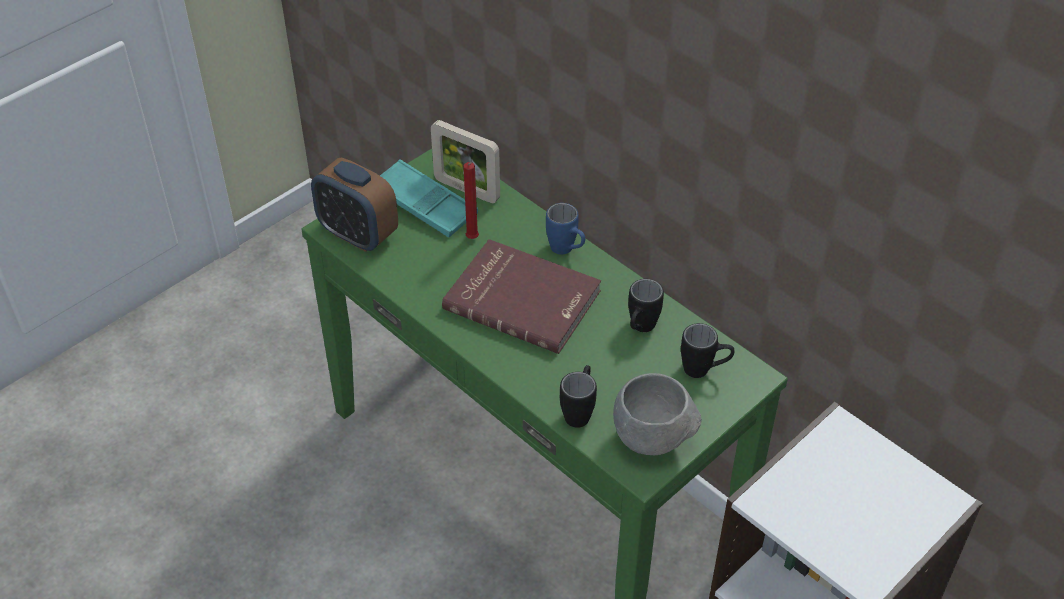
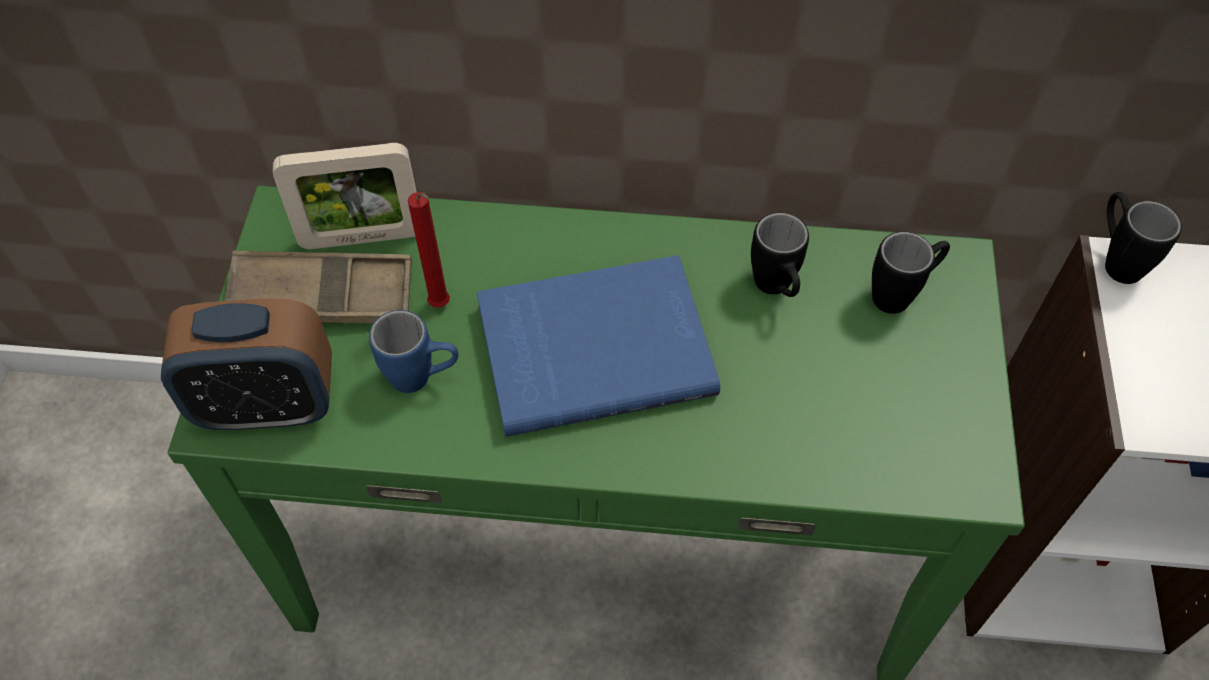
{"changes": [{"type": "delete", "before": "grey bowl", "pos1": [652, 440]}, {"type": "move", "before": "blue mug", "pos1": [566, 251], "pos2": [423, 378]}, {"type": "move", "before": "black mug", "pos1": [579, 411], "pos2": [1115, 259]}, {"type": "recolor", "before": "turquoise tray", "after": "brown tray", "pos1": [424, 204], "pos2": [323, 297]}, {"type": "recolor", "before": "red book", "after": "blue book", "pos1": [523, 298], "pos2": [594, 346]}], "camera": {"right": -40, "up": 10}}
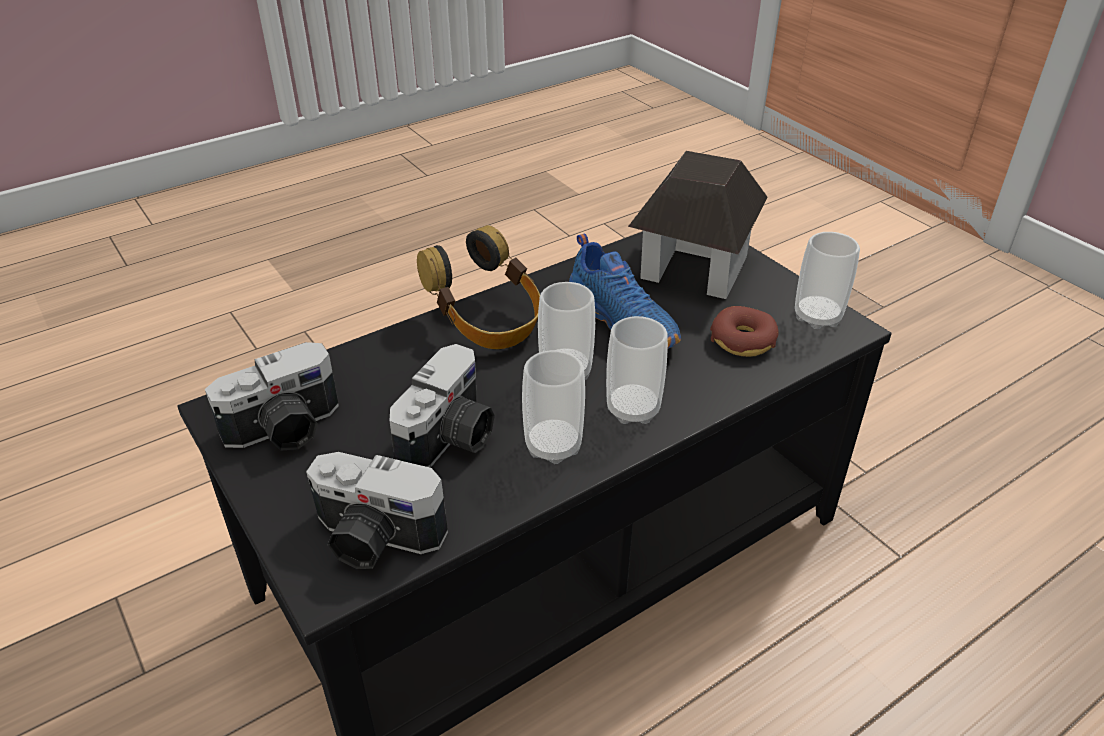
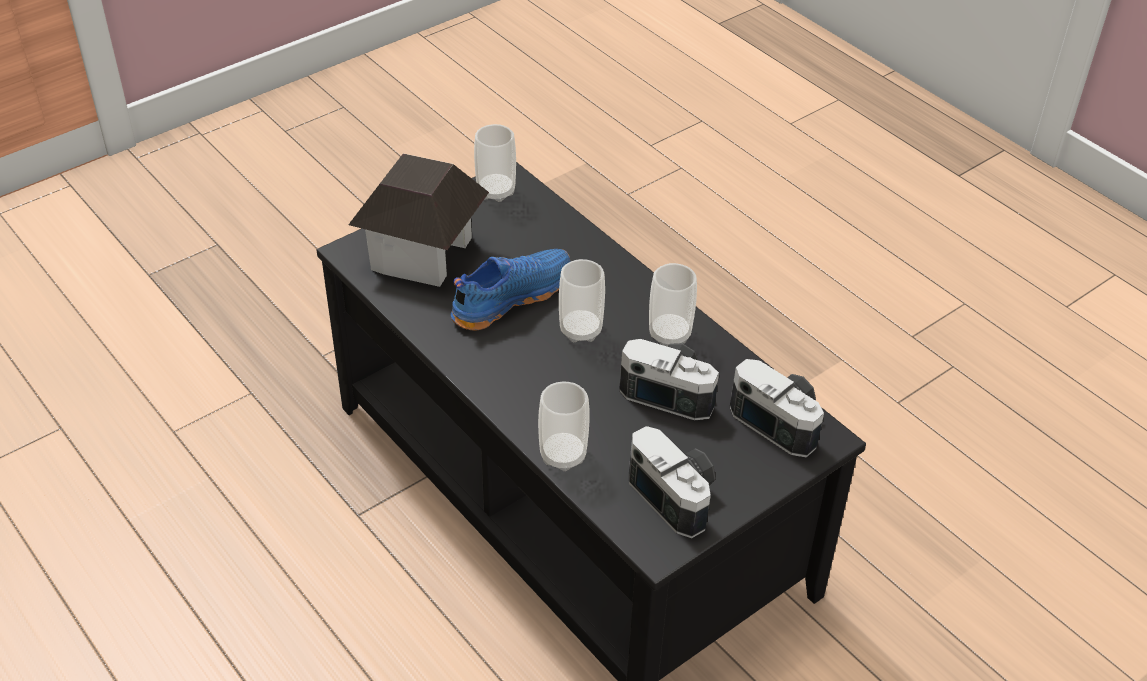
{"changes": [{"type": "delete", "before": "headphones", "pos1": [486, 322]}, {"type": "delete", "before": "donut", "pos1": [743, 340]}, {"type": "move", "before": "cup", "pos1": [633, 409], "pos2": [563, 455]}, {"type": "rotate", "before": "photo camera", "pos1": [374, 539], "pos2": [780, 420], "turn": -60}], "camera": {"right": -95, "up": 5}}
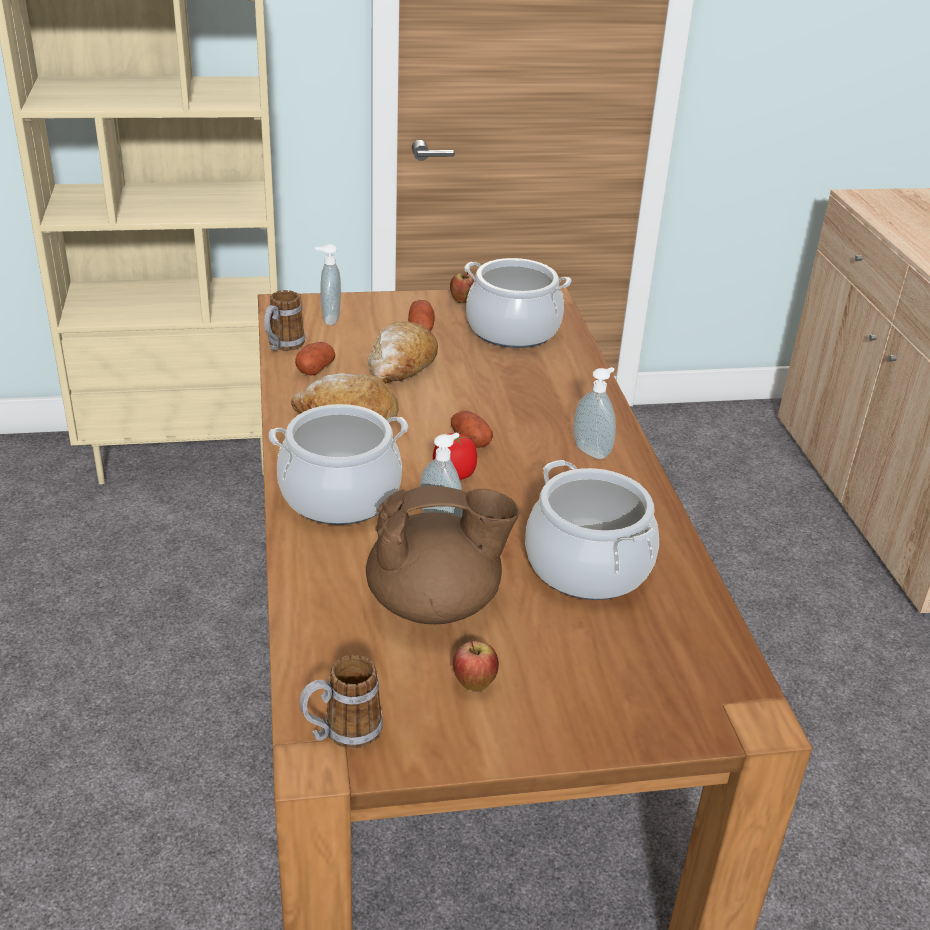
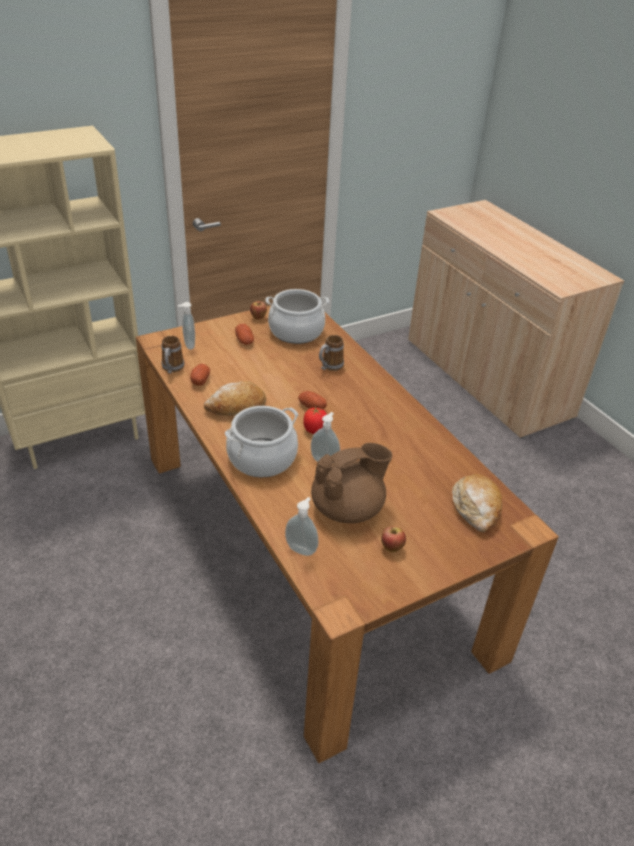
{"changes": [{"type": "delete", "before": "cooking pot", "pos1": [587, 566]}, {"type": "move", "before": "mug", "pos1": [342, 733], "pos2": [329, 367]}, {"type": "move", "before": "bread", "pos1": [401, 365], "pos2": [476, 508]}, {"type": "move", "before": "soap dispenser", "pos1": [592, 451], "pos2": [301, 549]}], "camera": {"right": -20, "up": 5}}
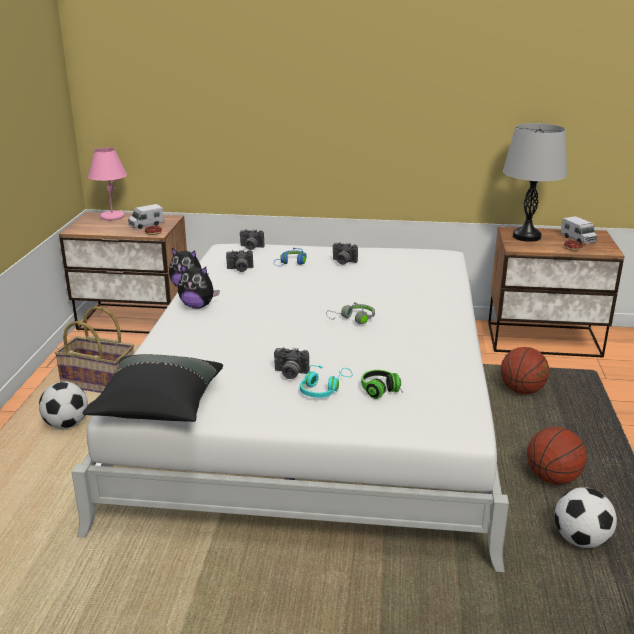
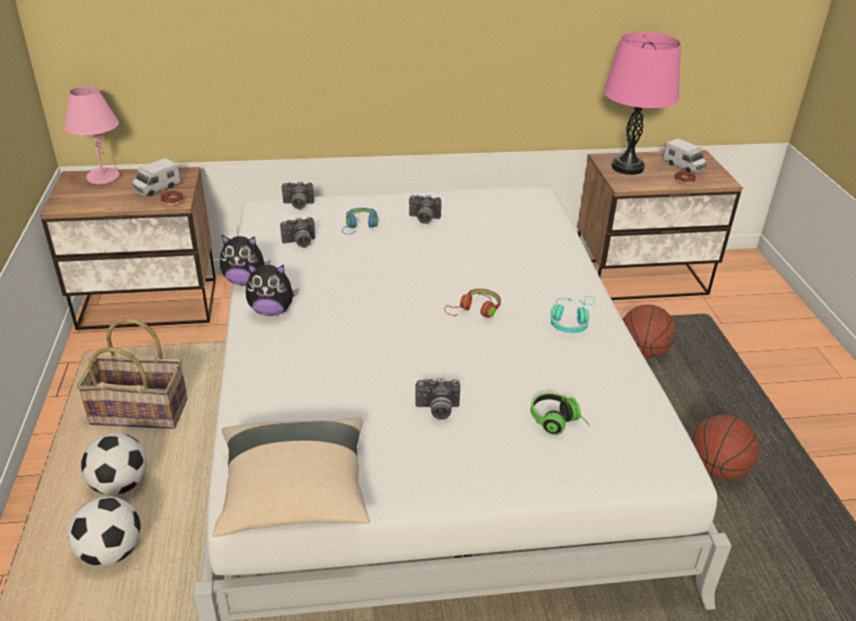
{"changes": [{"type": "move", "before": "turquoise headphones", "pos1": [323, 389], "pos2": [571, 321]}, {"type": "move", "before": "football", "pos1": [580, 540], "pos2": [111, 552]}, {"type": "recolor", "before": "black pillow", "after": "beige pillow", "pos1": [158, 408], "pos2": [294, 494]}, {"type": "recolor", "before": "grey headphones", "after": "red headphones", "pos1": [353, 319], "pos2": [475, 310]}, {"type": "recolor", "before": "grey table lamp", "after": "pink table lamp", "pos1": [526, 237], "pos2": [627, 167]}], "camera": {"right": -15, "up": 10}}
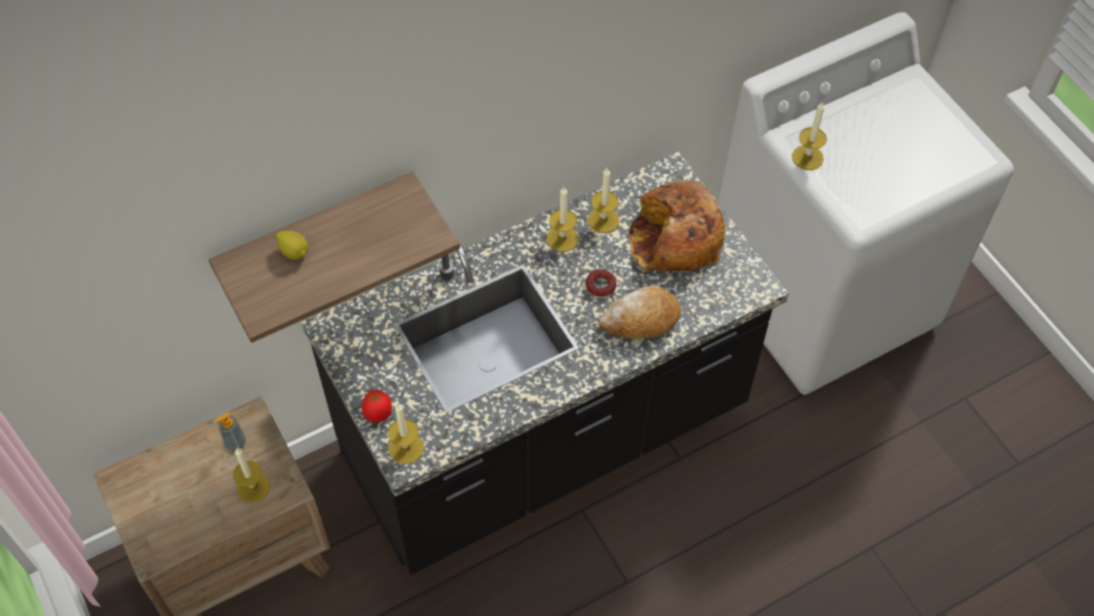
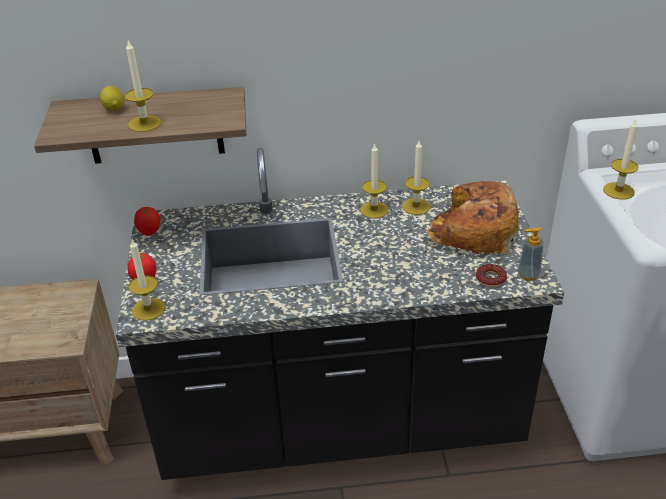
{"changes": [{"type": "delete", "before": "bread", "pos1": [640, 320]}, {"type": "insert", "after": "tomato", "pos2": [149, 233]}, {"type": "move", "before": "soap dispenser", "pos1": [235, 443], "pos2": [528, 275]}, {"type": "move", "before": "candle", "pos1": [253, 487], "pos2": [144, 123]}, {"type": "move", "before": "donut", "pos1": [600, 286], "pos2": [490, 279]}], "camera": {"right": 25, "up": -20}}
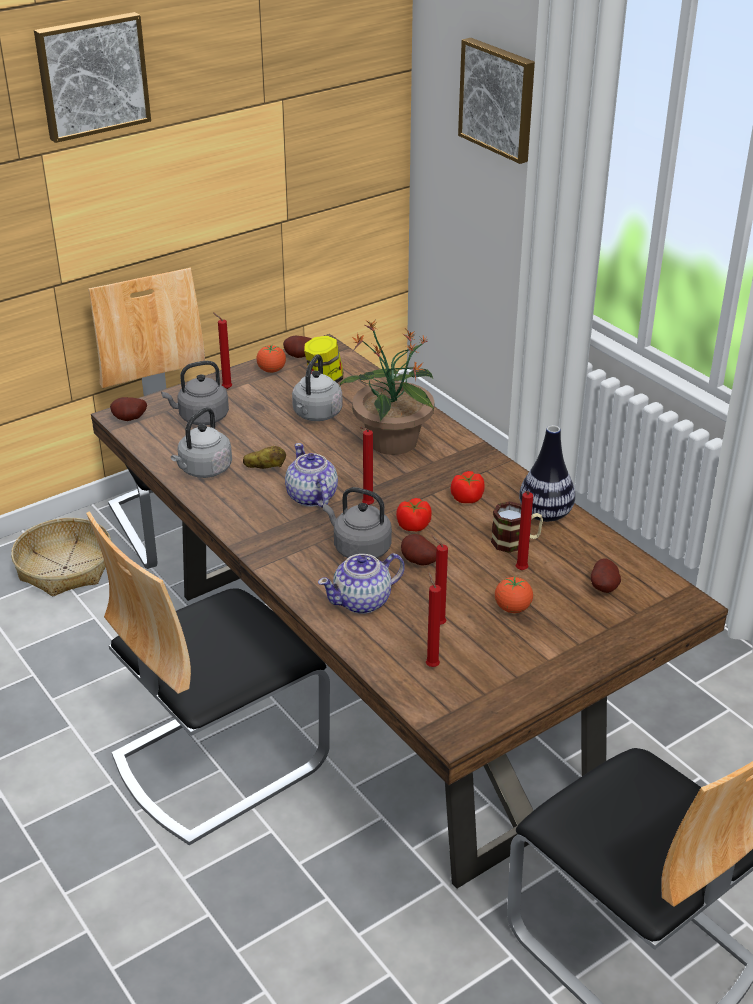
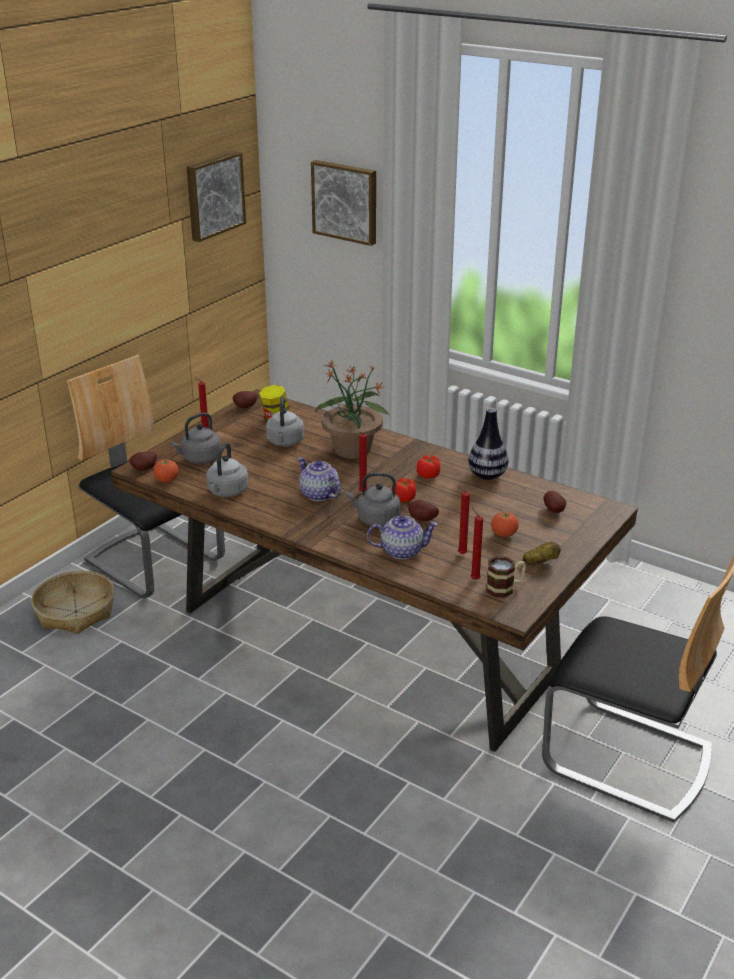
{"changes": [{"type": "delete", "before": "chair", "pos1": [218, 759]}, {"type": "delete", "before": "red candle", "pos1": [520, 571]}, {"type": "move", "before": "picture", "pos1": [91, 75], "pos2": [214, 195]}, {"type": "move", "before": "potato", "pos1": [265, 468], "pos2": [540, 562]}, {"type": "move", "before": "tomato", "pos1": [271, 370], "pos2": [167, 481]}, {"type": "move", "before": "mug", "pos1": [516, 542], "pos2": [505, 588]}, {"type": "rotate", "before": "teapot", "pos1": [363, 601], "pos2": [401, 551], "turn": -135}], "camera": {"right": -20, "up": -5}}
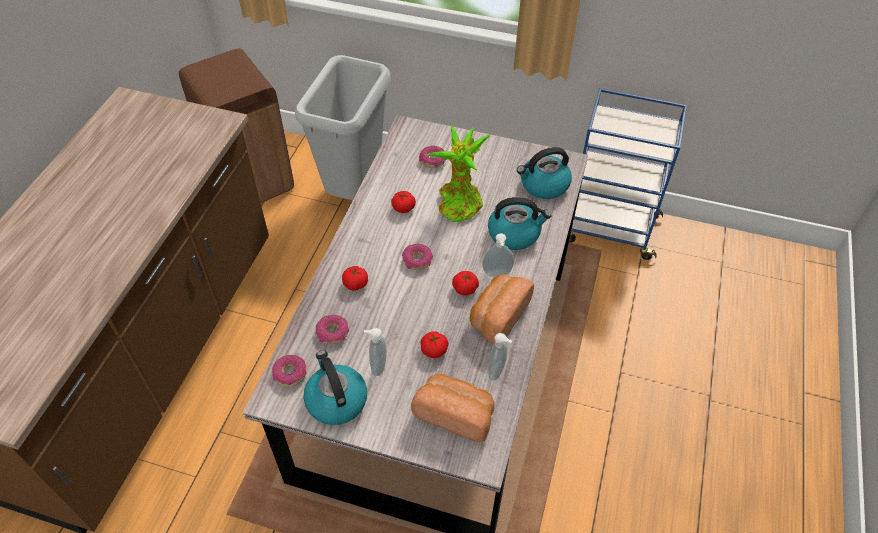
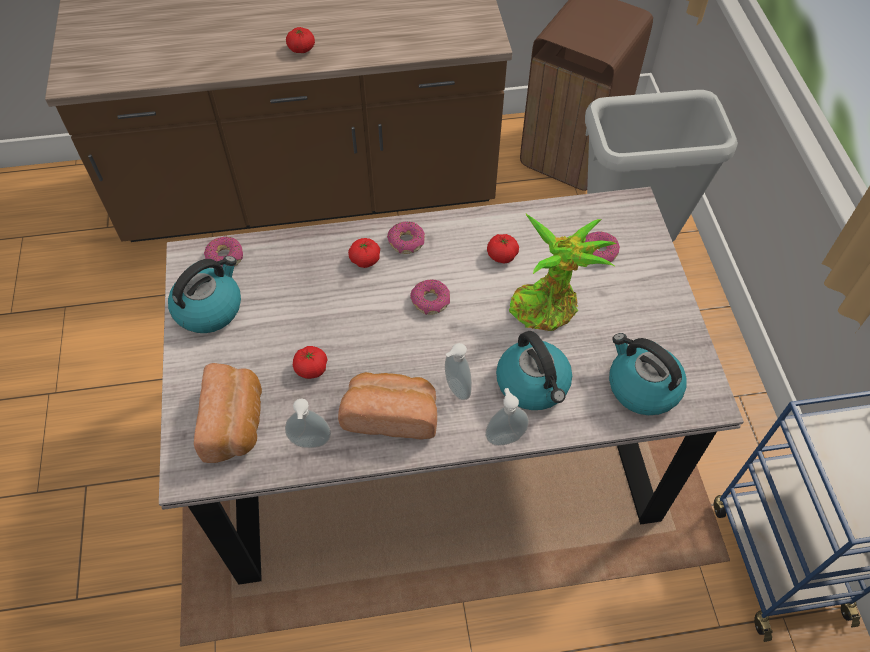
{"changes": [{"type": "move", "before": "donut", "pos1": [333, 333], "pos2": [406, 242]}, {"type": "move", "before": "soap dispenser", "pos1": [377, 366], "pos2": [504, 436]}, {"type": "move", "before": "tomato", "pos1": [465, 288], "pos2": [301, 49]}], "camera": {"right": 65, "up": 5}}
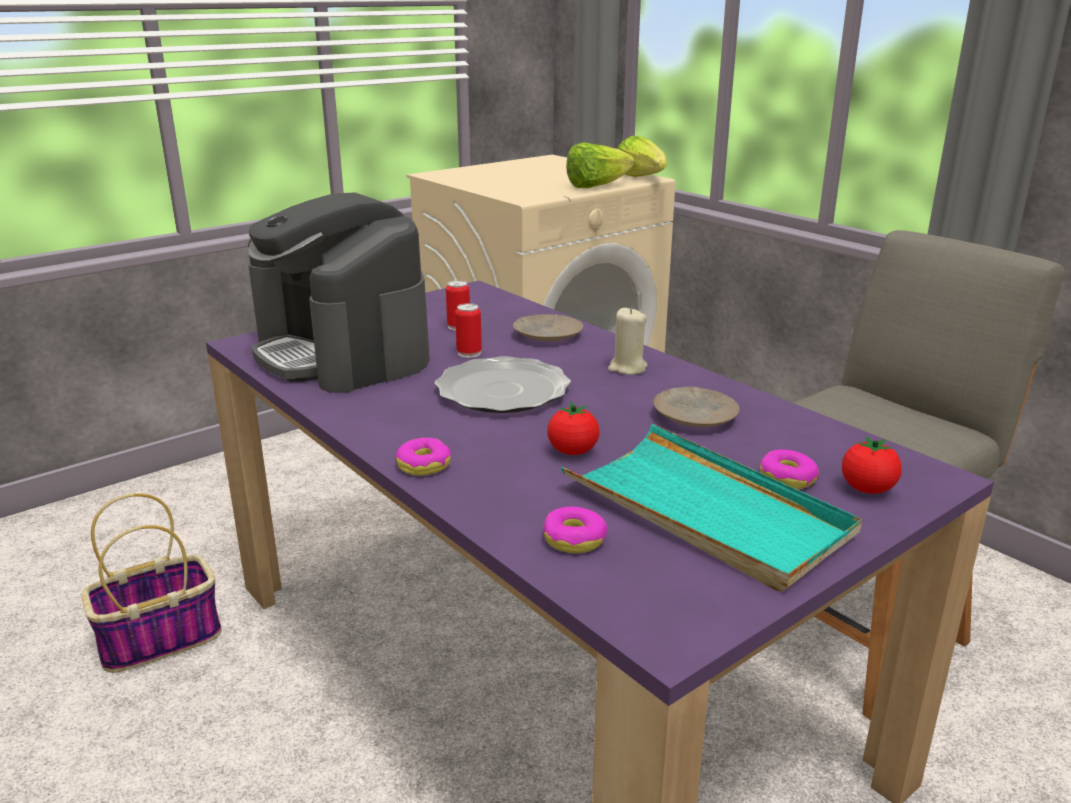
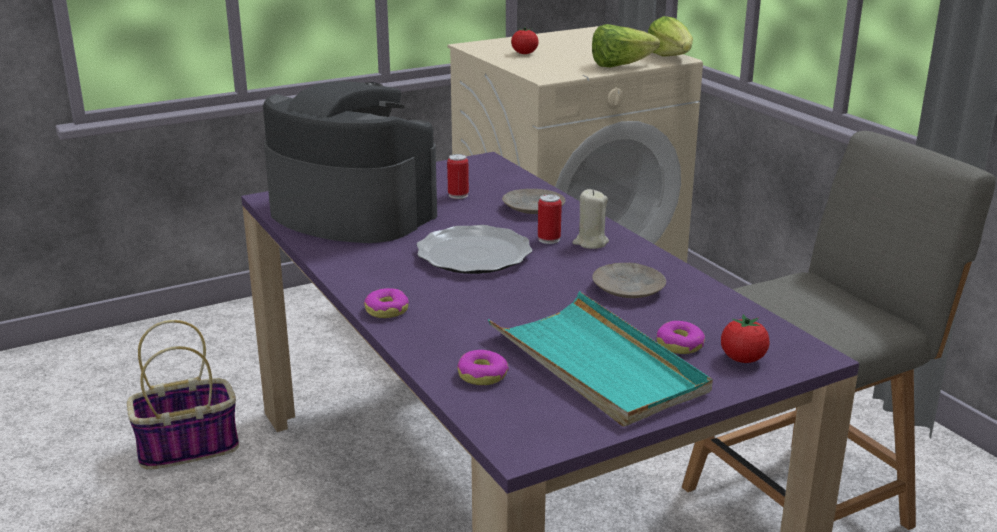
{"changes": [{"type": "move", "before": "can", "pos1": [469, 353], "pos2": [549, 239]}, {"type": "move", "before": "tomato", "pos1": [573, 451], "pos2": [524, 53]}, {"type": "rotate", "before": "coffee machine", "pos1": [342, 353], "pos2": [351, 213], "turn": 150}], "camera": {"right": 10, "up": 0}}
